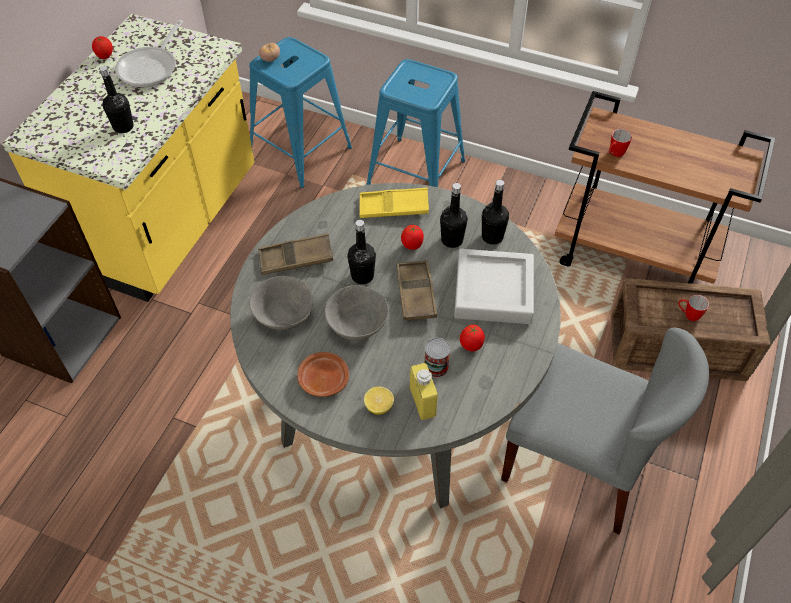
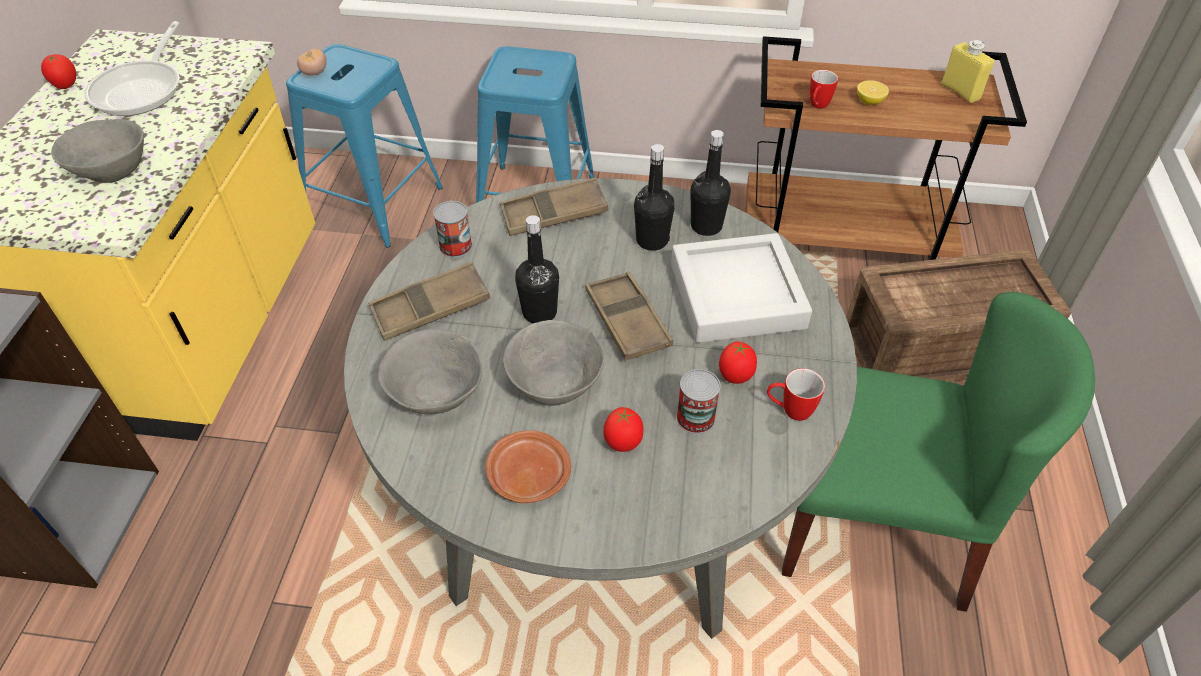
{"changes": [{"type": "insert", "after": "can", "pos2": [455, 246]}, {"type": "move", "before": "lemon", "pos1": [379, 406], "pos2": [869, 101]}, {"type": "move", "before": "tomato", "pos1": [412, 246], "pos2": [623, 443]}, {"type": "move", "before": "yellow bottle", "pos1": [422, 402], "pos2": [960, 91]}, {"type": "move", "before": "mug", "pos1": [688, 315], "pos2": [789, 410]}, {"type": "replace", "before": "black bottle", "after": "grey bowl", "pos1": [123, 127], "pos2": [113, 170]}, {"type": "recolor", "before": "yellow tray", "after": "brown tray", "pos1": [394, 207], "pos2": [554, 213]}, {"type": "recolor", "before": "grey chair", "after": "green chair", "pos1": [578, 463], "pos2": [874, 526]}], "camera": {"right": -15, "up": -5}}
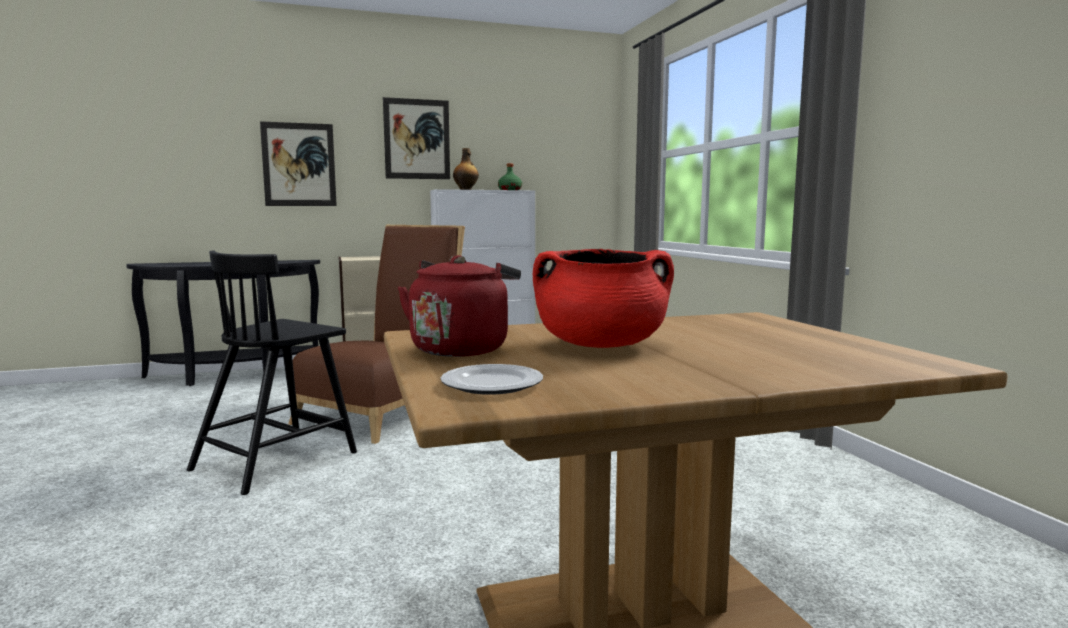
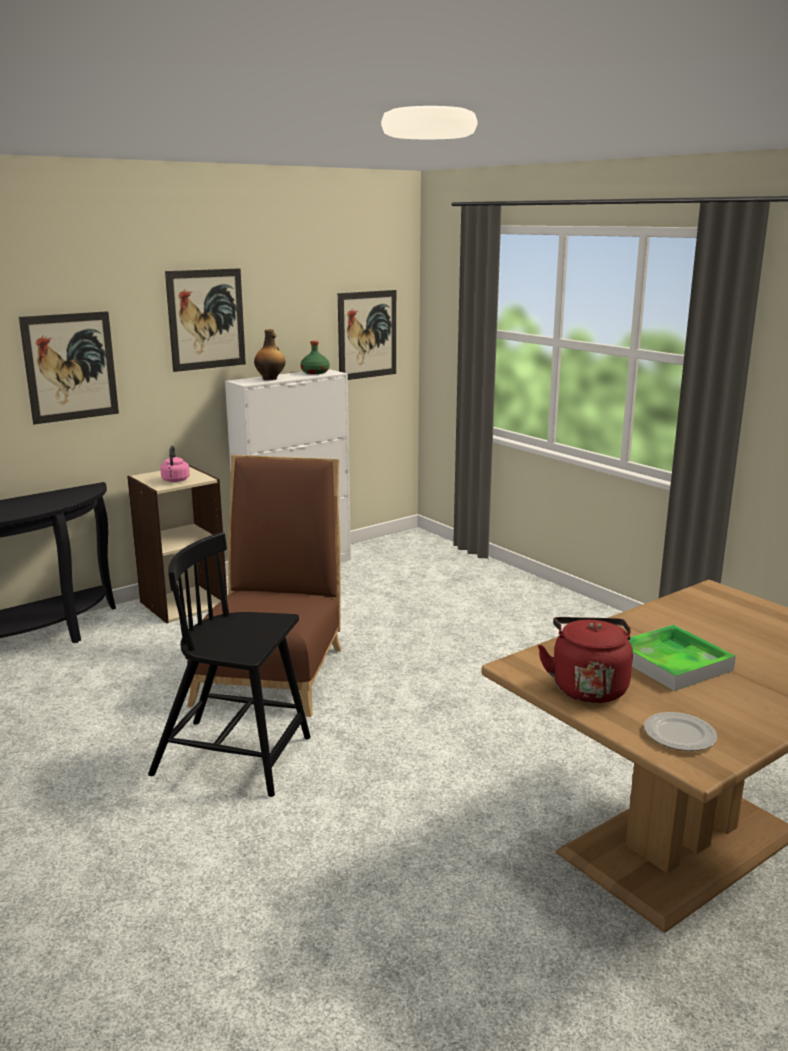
{"changes": [{"type": "insert", "after": "pink kettle", "pos2": [175, 480]}, {"type": "insert", "after": "picture", "pos2": [367, 335]}, {"type": "replace", "before": "red cooking pot", "after": "tray", "pos1": [601, 345], "pos2": [672, 663]}, {"type": "rotate", "before": "black chair", "pos1": [277, 460], "pos2": [235, 757], "turn": 90}], "camera": {"right": -20, "up": 10}}
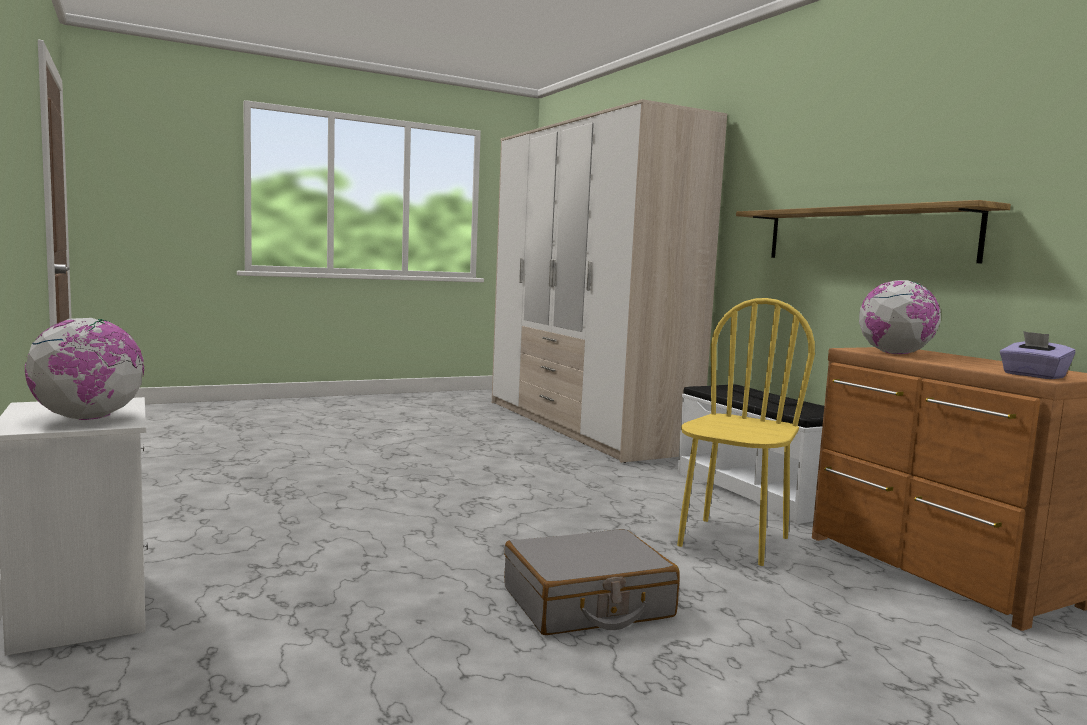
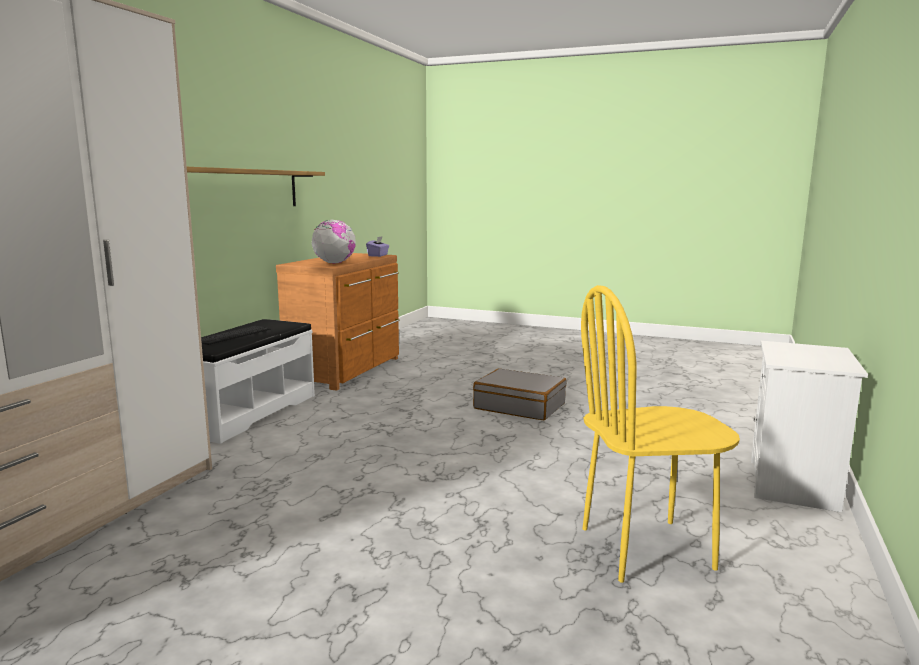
{"changes": [{"type": "delete", "before": "globe", "pos1": [88, 418]}, {"type": "move", "before": "yellow chair", "pos1": [732, 541], "pos2": [646, 548]}], "camera": {"right": -130, "up": 5}}
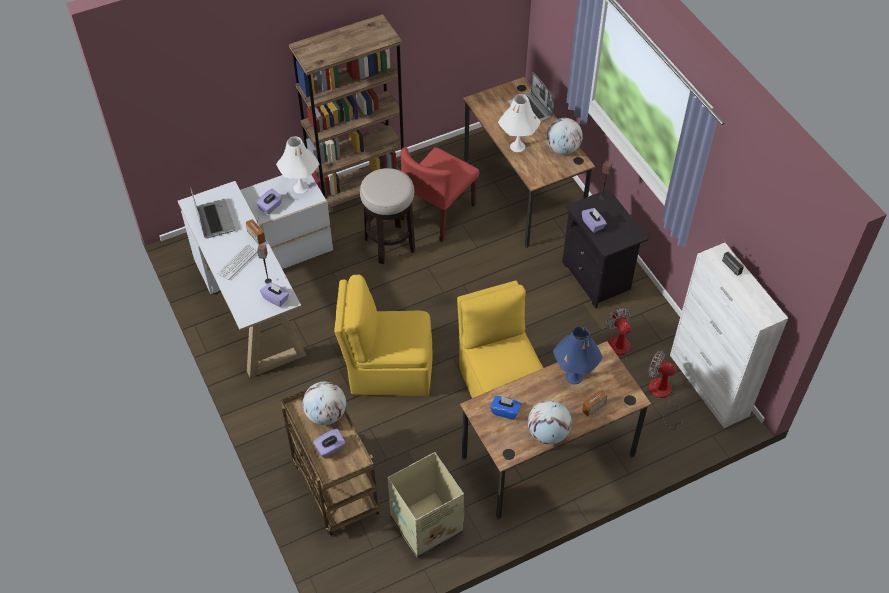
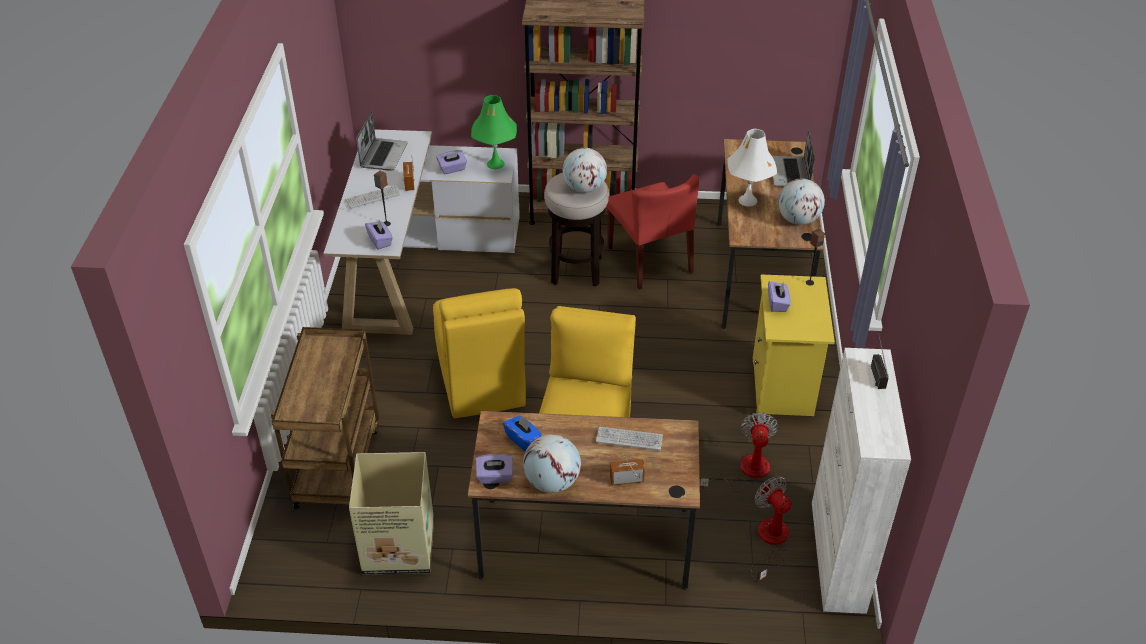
{"changes": [{"type": "move", "before": "globe", "pos1": [326, 414], "pos2": [584, 188]}, {"type": "move", "before": "purple tissue box", "pos1": [330, 448], "pos2": [495, 477]}, {"type": "replace", "before": "blue table lamp", "after": "keyboard", "pos1": [573, 376], "pos2": [629, 439]}, {"type": "recolor", "before": "white table lamp", "after": "green table lamp", "pos1": [301, 188], "pos2": [495, 164]}, {"type": "recolor", "before": "black nightstand", "after": "yellow nightstand", "pos1": [598, 277], "pos2": [783, 389]}, {"type": "rotate", "before": "yellow chair", "pos1": [388, 370], "pos2": [481, 382], "turn": -135}, {"type": "rotate", "before": "red chair", "pos1": [438, 212], "pos2": [650, 260], "turn": -90}], "camera": {"right": 30, "up": -10}}
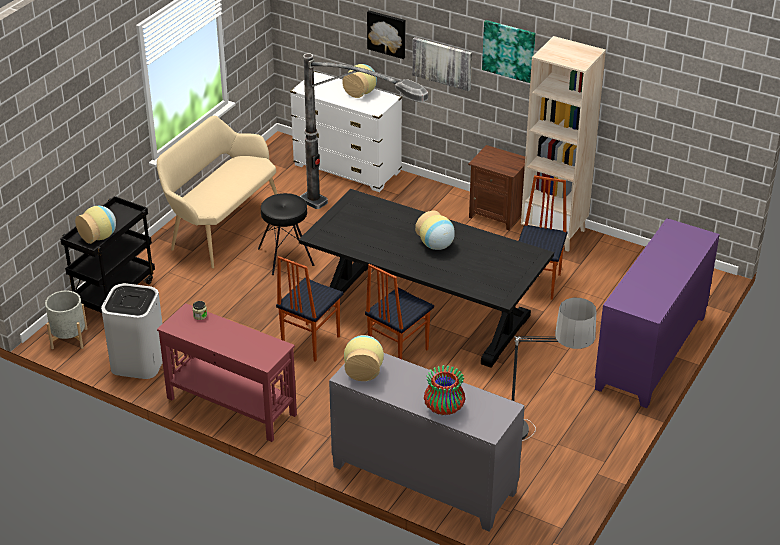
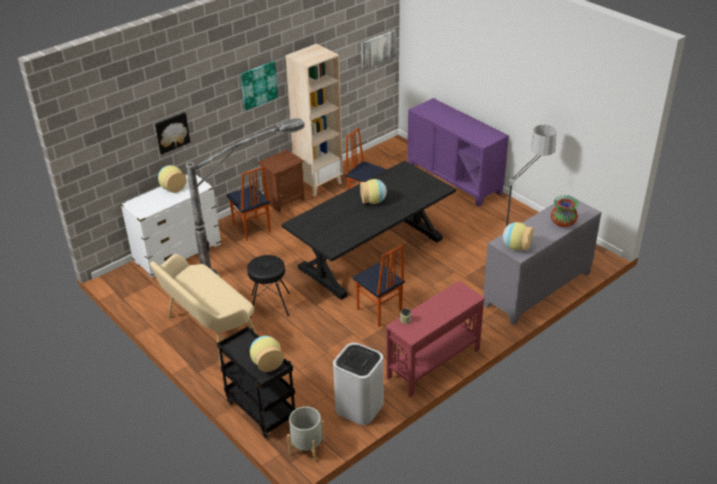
{"changes": [{"type": "move", "before": "chair", "pos1": [397, 352], "pos2": [251, 229]}, {"type": "move", "before": "picture", "pos1": [442, 63], "pos2": [377, 49]}], "camera": {"right": -70, "up": 0}}
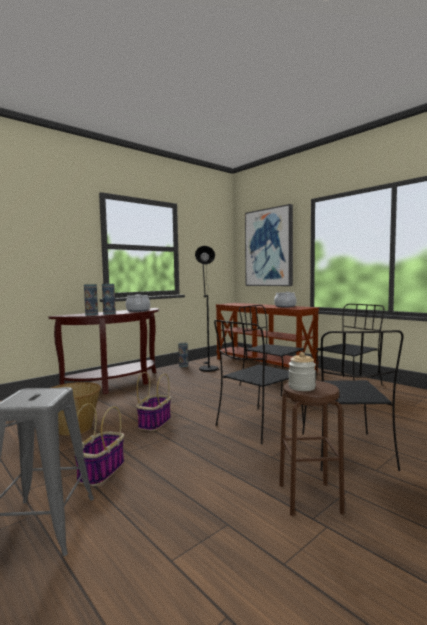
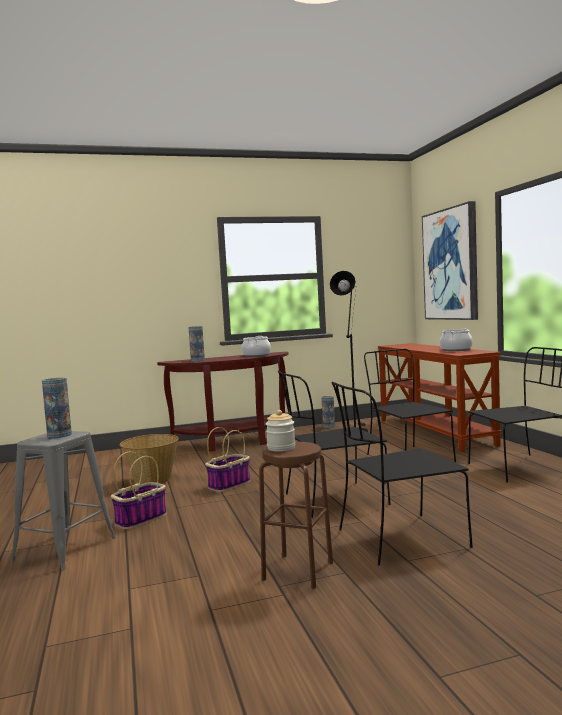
{"changes": [{"type": "move", "before": "vase", "pos1": [109, 313], "pos2": [59, 435]}, {"type": "rotate", "before": "black chair", "pos1": [347, 452], "pos2": [399, 539], "turn": 45}], "camera": {"right": 25, "up": 0}}
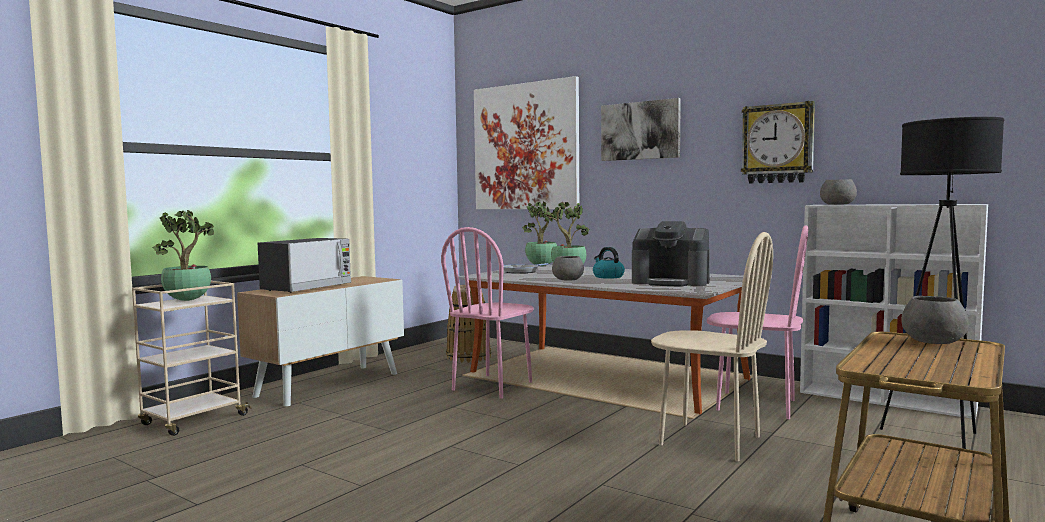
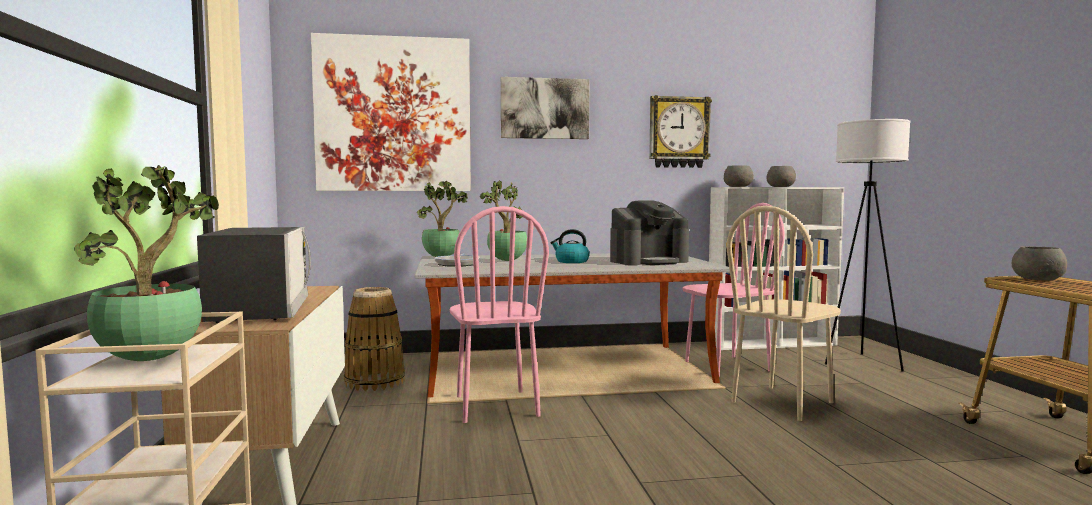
{"changes": [{"type": "move", "before": "grey bowl", "pos1": [568, 279], "pos2": [781, 187]}, {"type": "recolor", "before": "black floor lamp", "after": "white floor lamp", "pos1": [937, 439], "pos2": [861, 363]}, {"type": "rotate", "before": "beige chair", "pos1": [709, 441], "pos2": [783, 402], "turn": 150}], "camera": {"right": -45, "up": 0}}
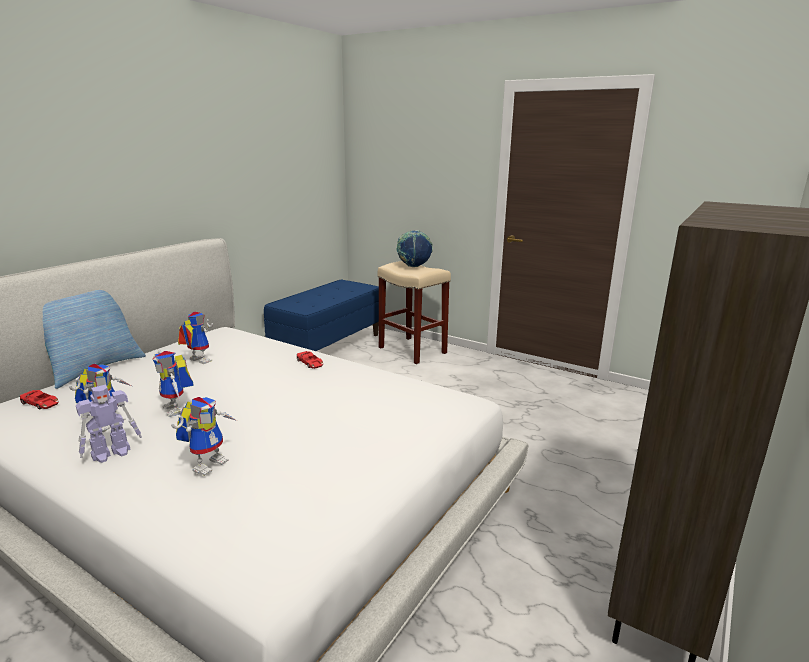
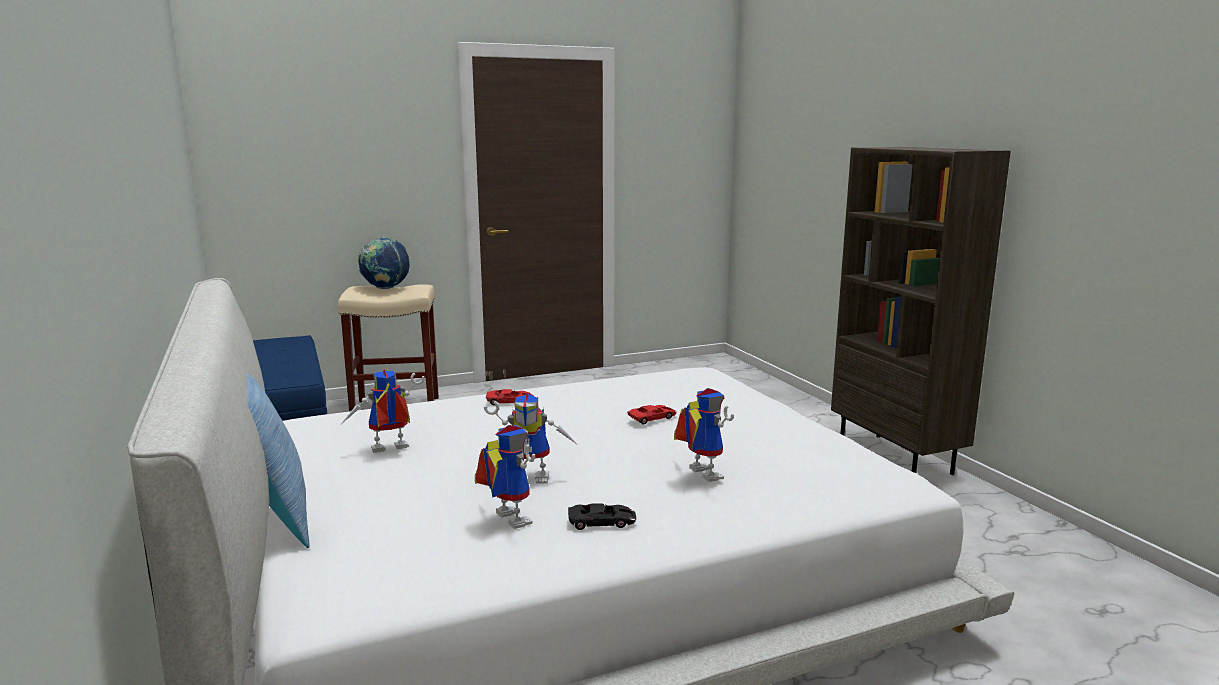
{"changes": [{"type": "move", "before": "red toy car", "pos1": [40, 403], "pos2": [652, 418]}, {"type": "replace", "before": "toy robot", "after": "black toy car", "pos1": [112, 453], "pos2": [602, 522]}], "camera": {"right": -55, "up": -5}}
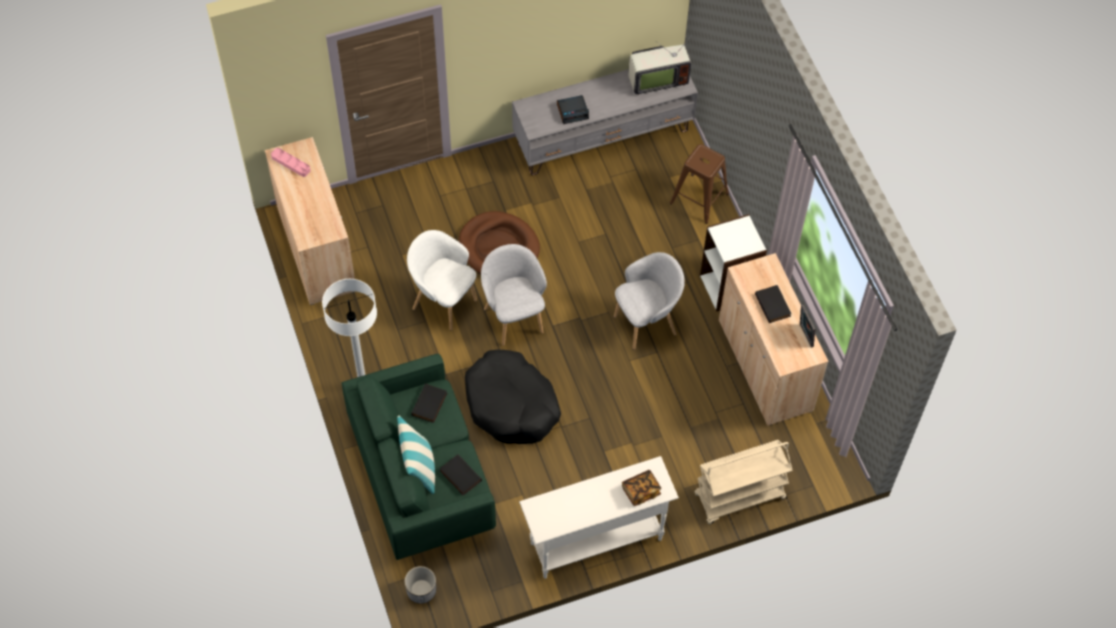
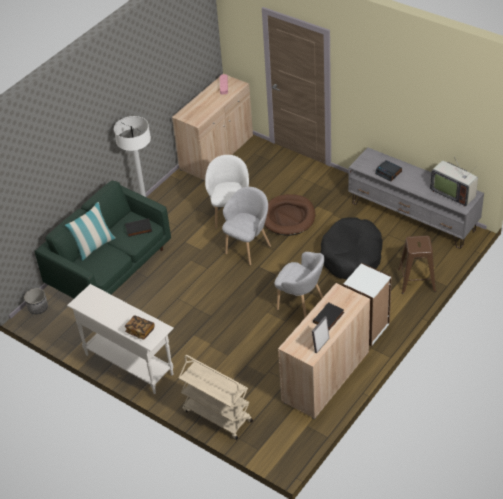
{"changes": [{"type": "delete", "before": "black book", "pos1": [459, 476]}, {"type": "move", "before": "black dog bed", "pos1": [511, 404], "pos2": [352, 256]}], "camera": {"right": 60, "up": -15}}
